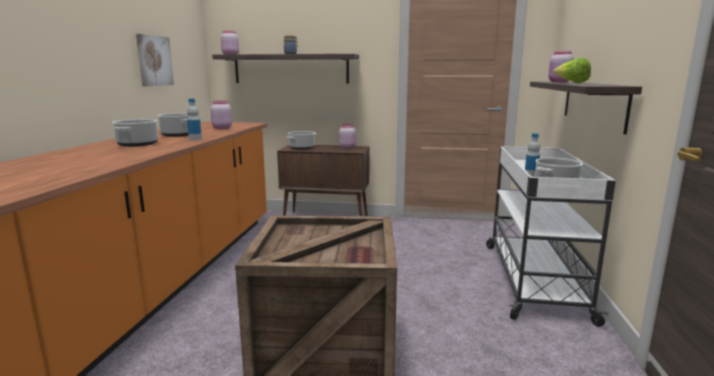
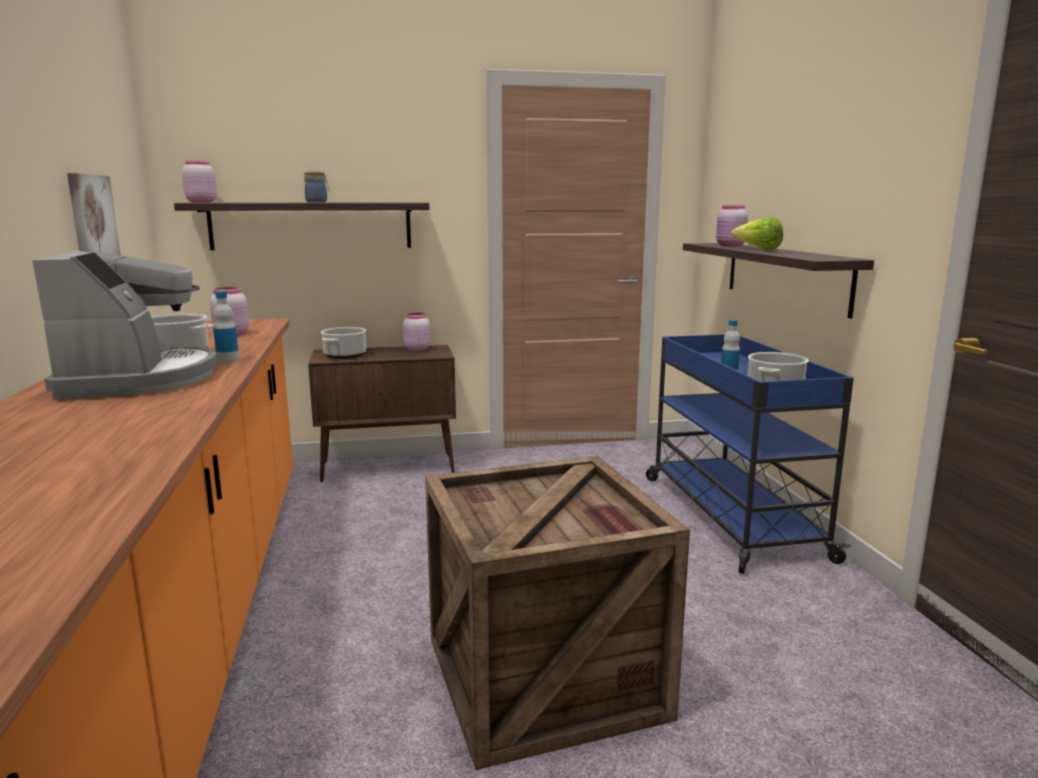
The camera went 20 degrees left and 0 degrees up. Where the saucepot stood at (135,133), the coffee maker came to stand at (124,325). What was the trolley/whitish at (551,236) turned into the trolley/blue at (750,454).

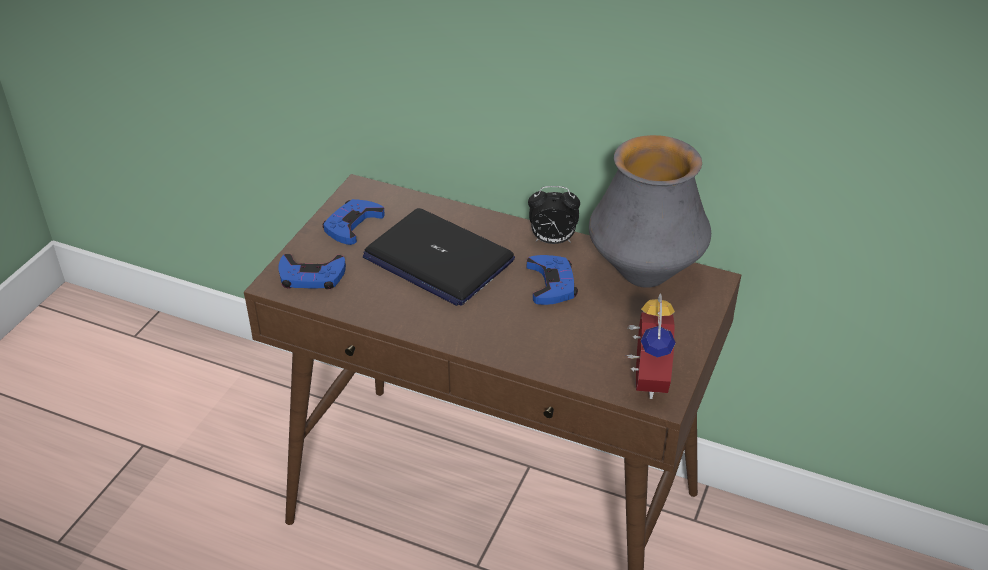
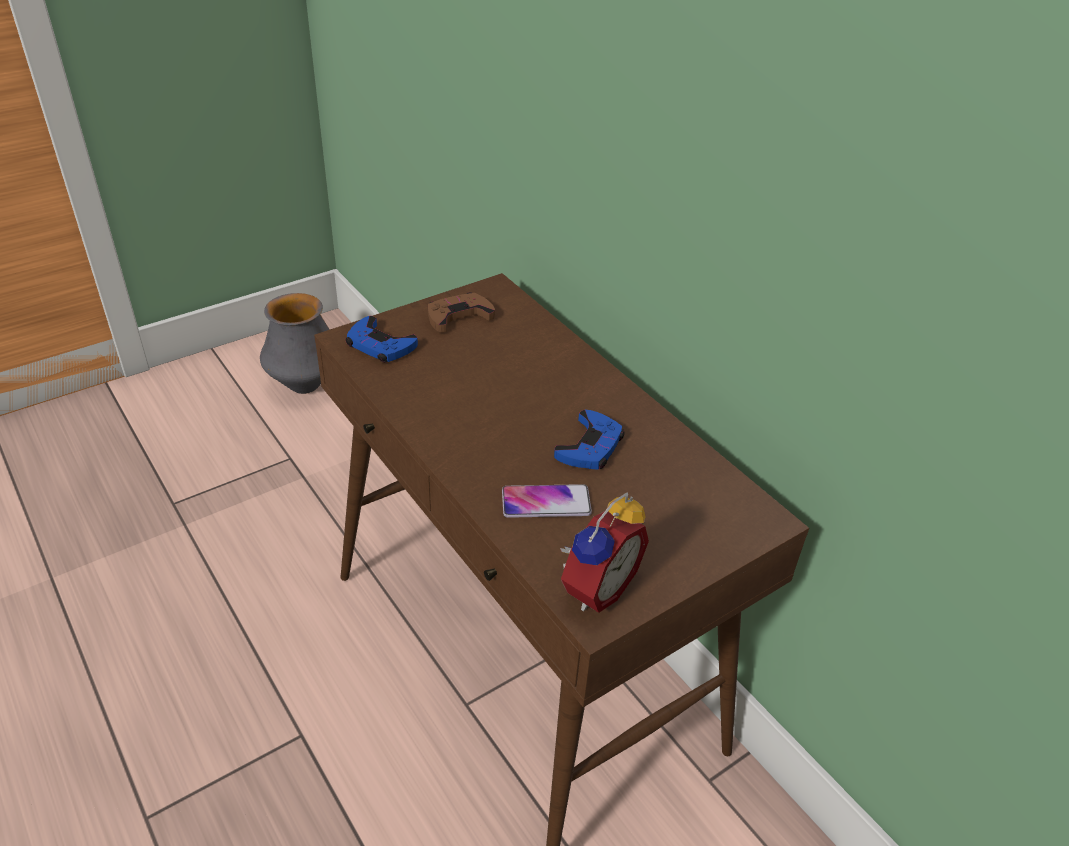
The camera went 30 degrees right and 0 degrees up. The flower vase ended up elsewhere, having gone from (650,211) to (295,343). What was the joypad/blue at (353,222) turned into the joypad/brown at (461,312). The second view gained the handset at (547,501). The second view lost the notebook computer at (439,257). The second view lost the alarm clock at (554,215).

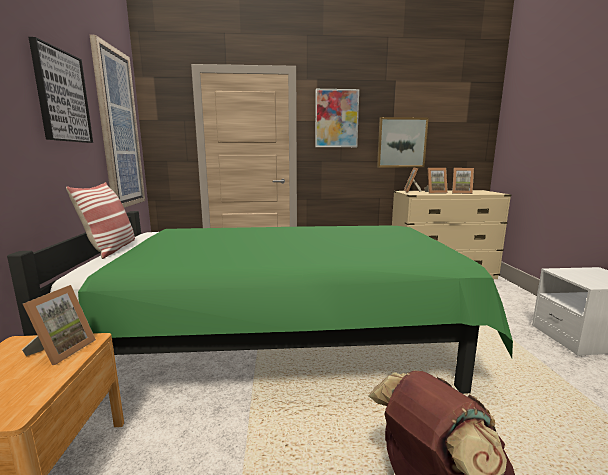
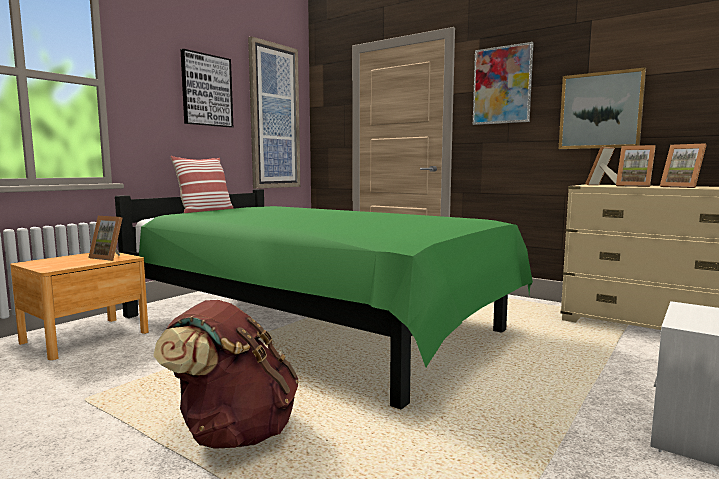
The camera went 40 degrees right and 5 degrees down. The picture frame at (59,325) ended up facing another way, 60 degrees clockwise from before.

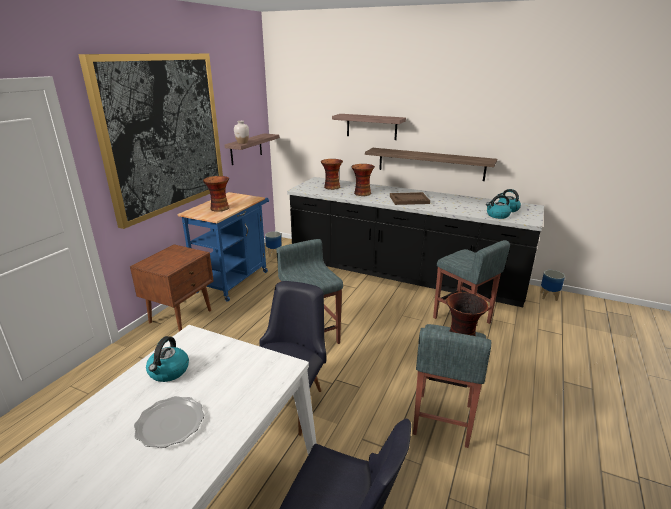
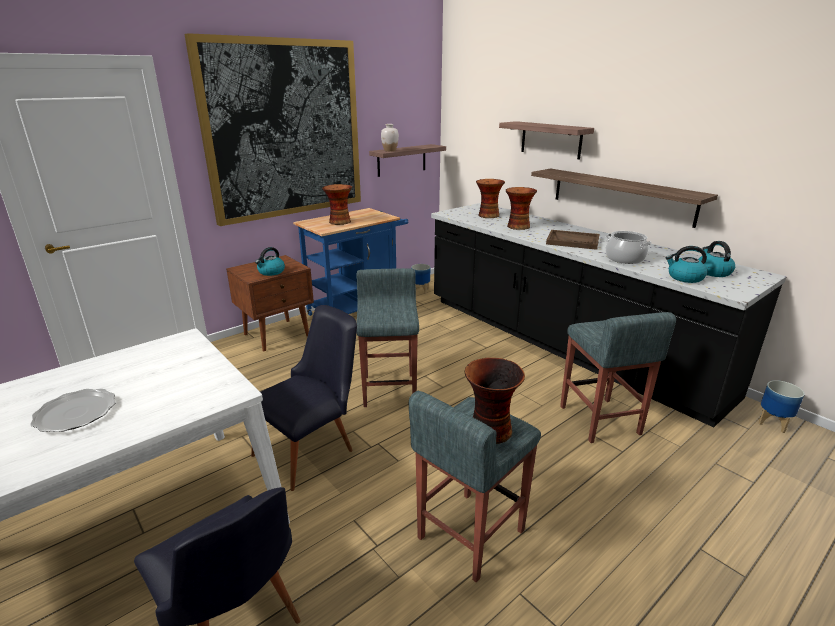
The camera went 25 degrees right and 0 degrees up. The kettle ended up elsewhere, having gone from (167,359) to (270,261). The second view gained the saucepot at (628,247).

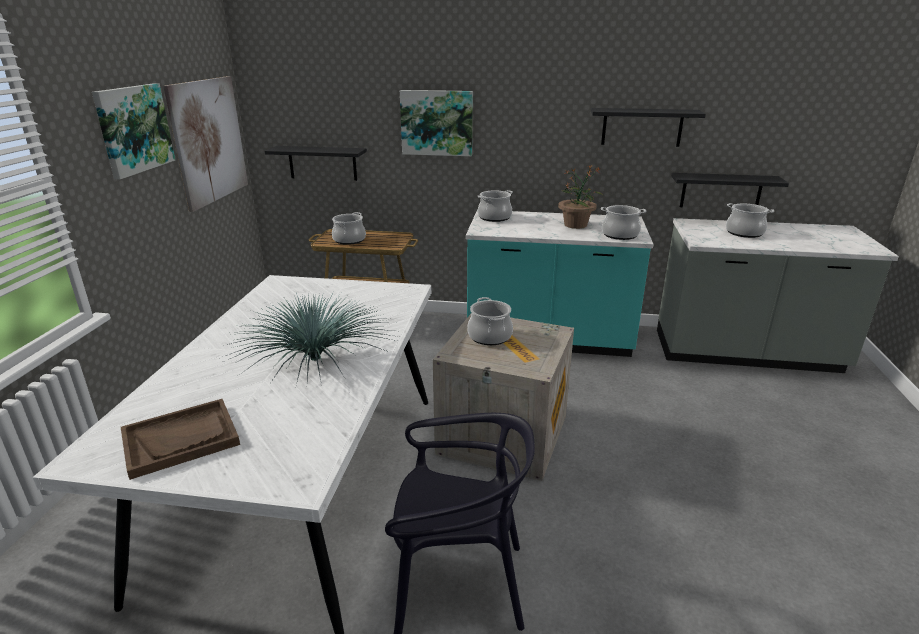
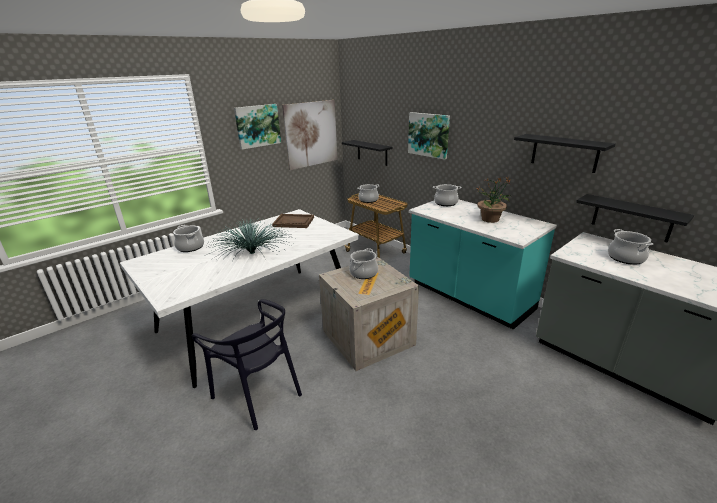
The camera went 40 degrees right and 0 degrees up. The saucepot ended up elsewhere, having gone from (623,222) to (188,238). The tray/brown ended up elsewhere, having gone from (180,439) to (293,221).

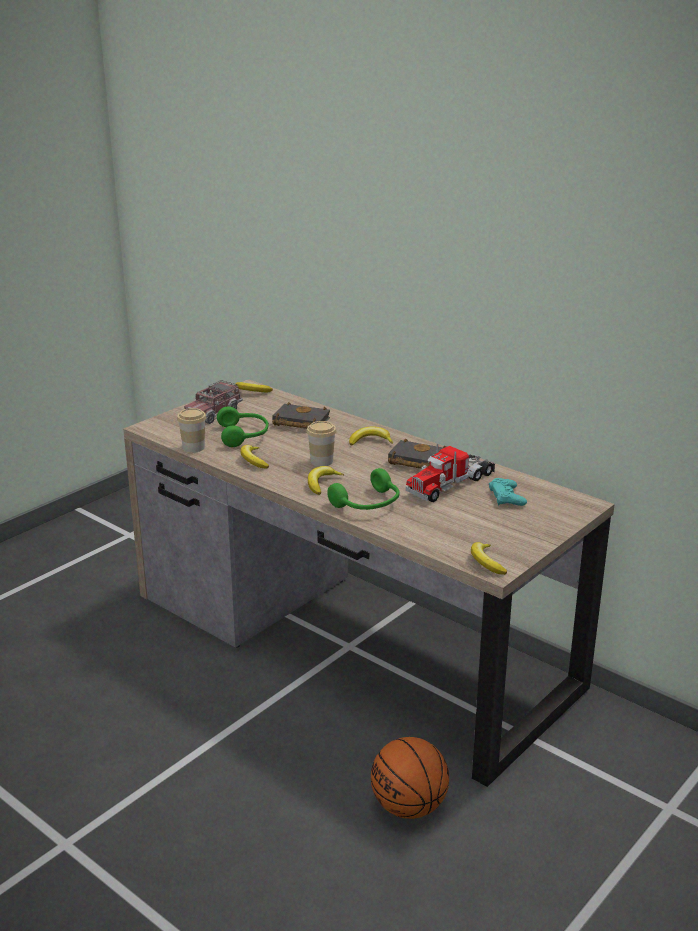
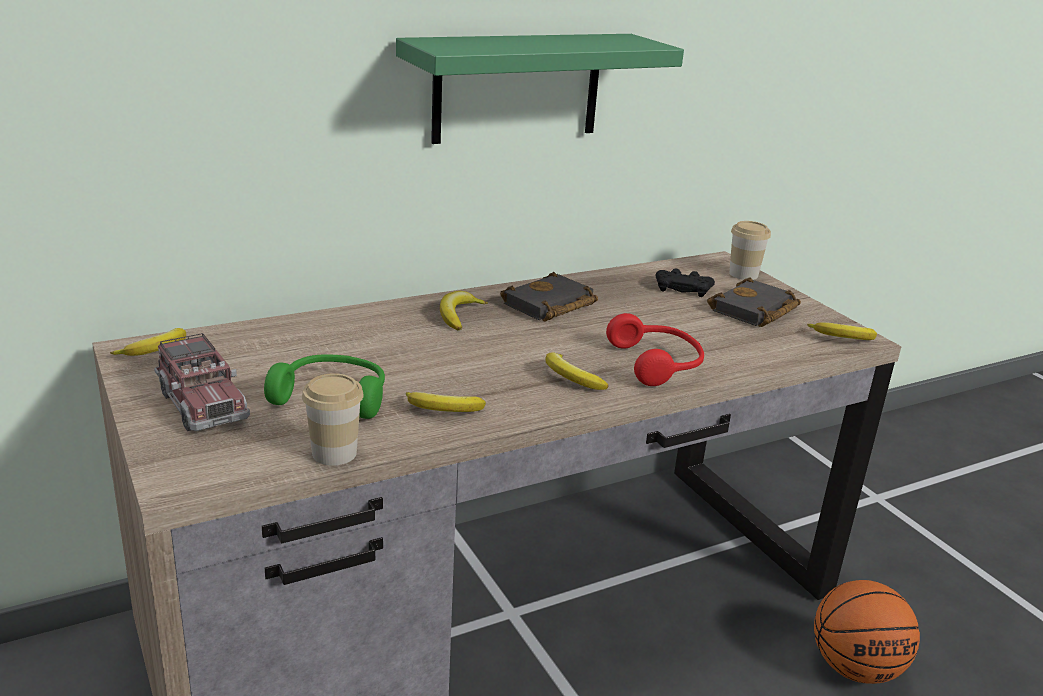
The camera went 70 degrees left and 0 degrees up. The second view gained the bracket shelf/green at (540,89). What was the pair of headphones/green at (363,489) turned into the pair of headphones/red-coloured at (655,349). What was the joypad/turquoise-coloured at (508,492) turned into the joypad/blackish at (685,283). The bound book/blackish ended up elsewhere, having gone from (301,415) to (754,302). The drinking cup ended up elsewhere, having gone from (322,444) to (750,250). The second view lost the toy truck at (450,473).

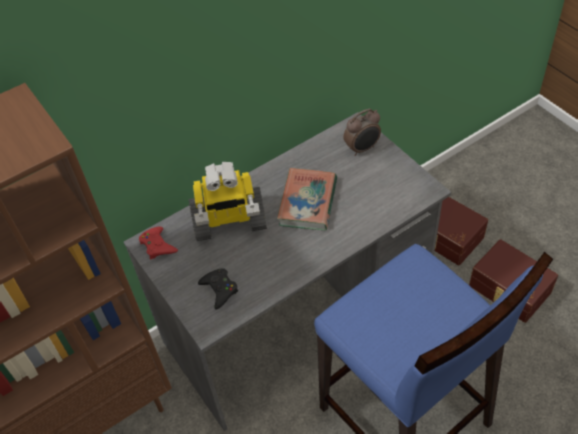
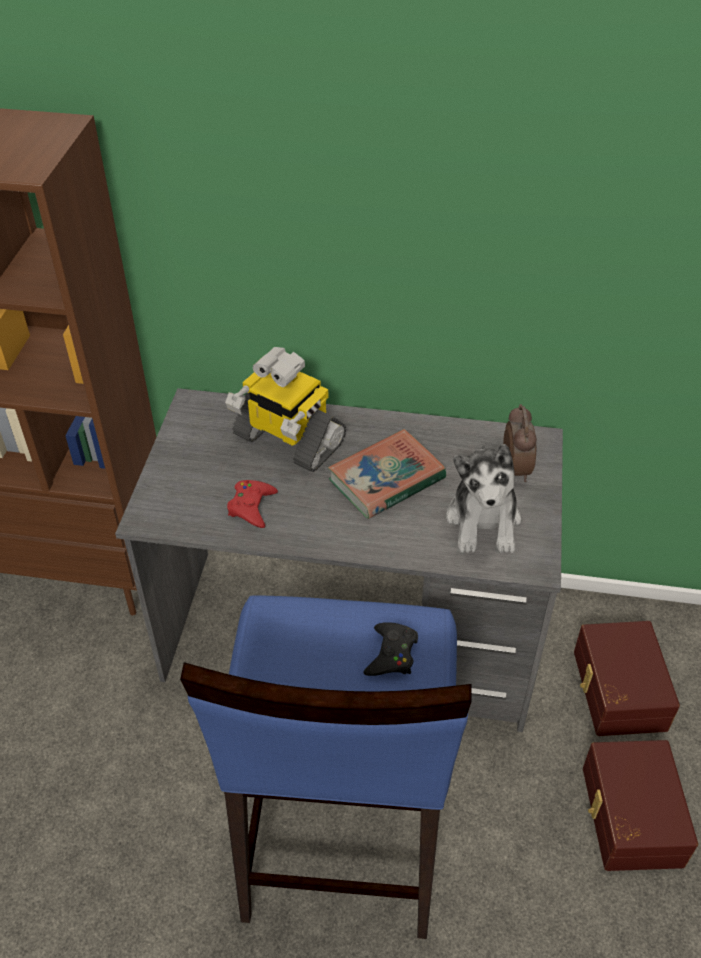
The camera went 40 degrees right and 5 degrees down. The joypad/red-coloured ended up elsewhere, having gone from (158,243) to (252,504). The joypad/blackish ended up elsewhere, having gone from (218,289) to (390,649). The second view gained the plush toy at (483,498). The alarm clock at (362,132) ended up facing another way, 105 degrees counterclockwise from before.

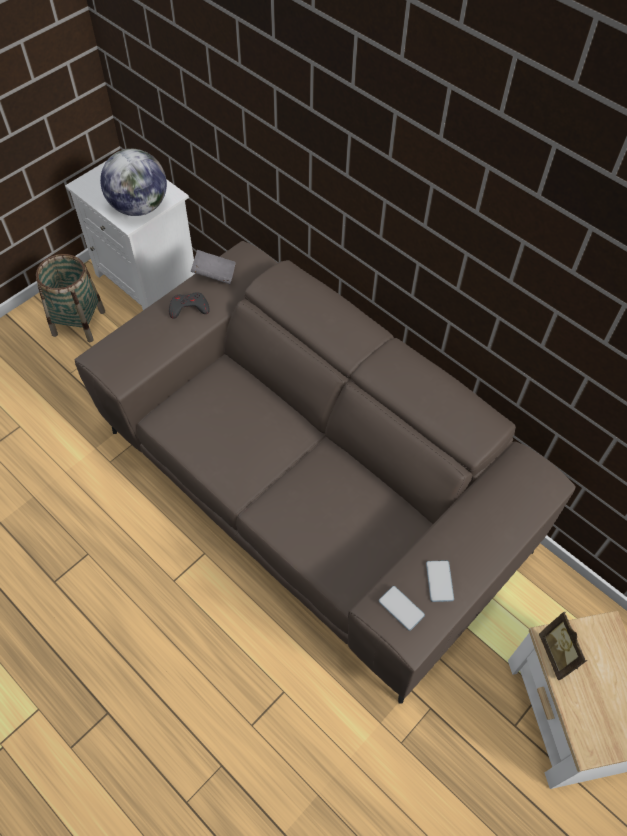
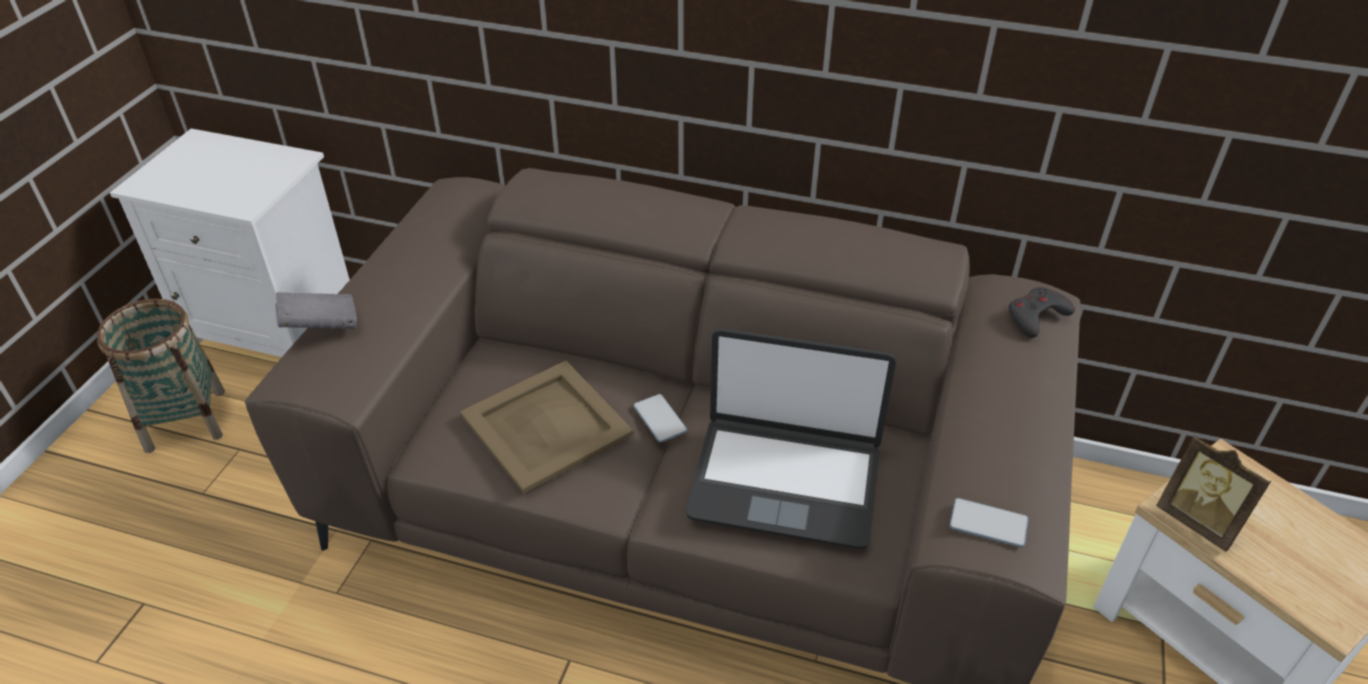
The camera went 25 degrees left and 15 degrees down. The bound book/gray ended up elsewhere, having gone from (213,267) to (316,310). The second view gained the tray/beige at (547,427). The handset ended up elsewhere, having gone from (440,581) to (660,418). The second view gained the notebook computer at (791,438). The joypad/gray ended up elsewhere, having gone from (189,305) to (1042,312). The second view lost the globe at (133,182).

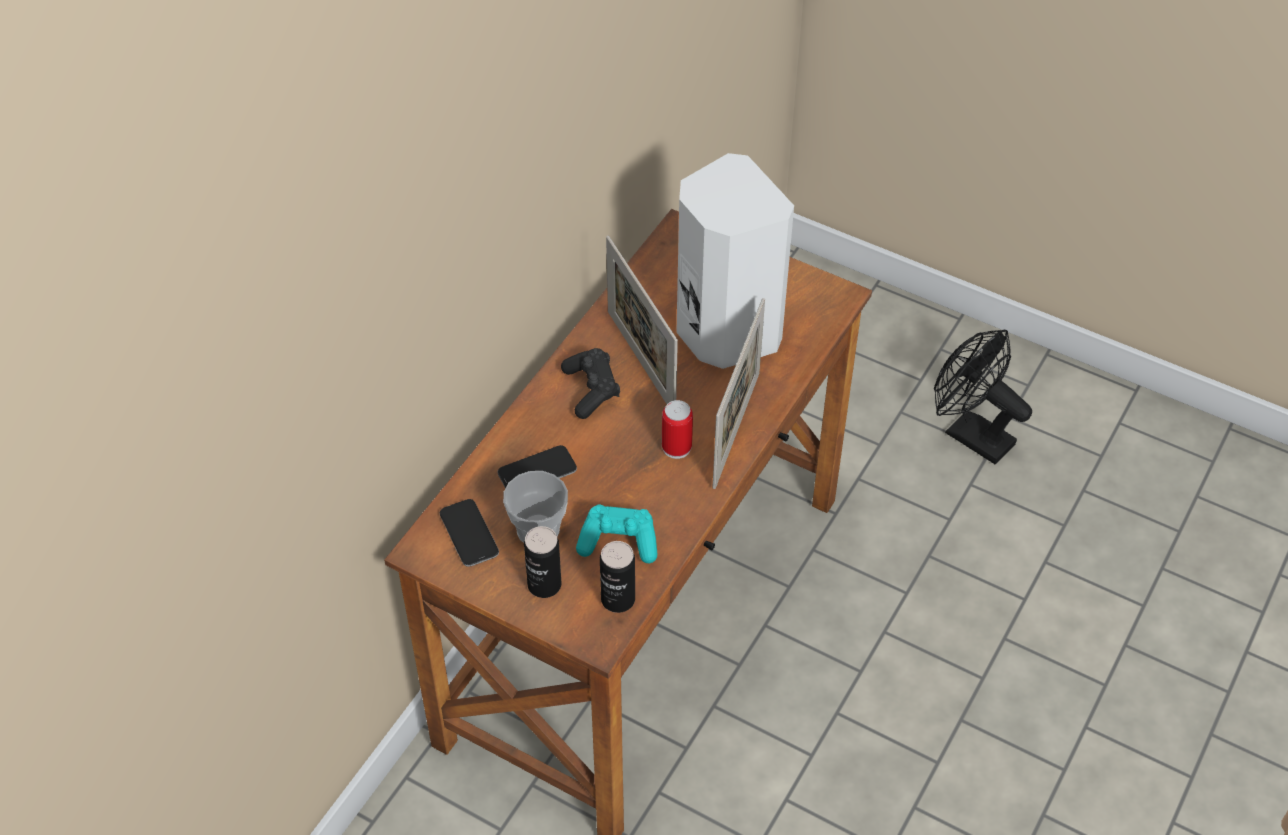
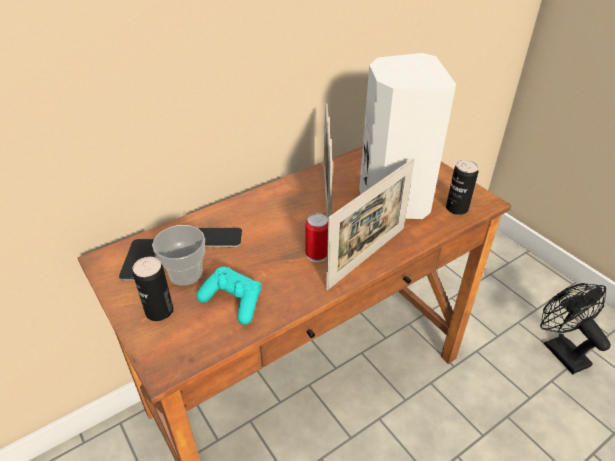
The camera went 25 degrees right and 10 degrees down. The metal can ended up elsewhere, having gone from (617,577) to (462,187). The second view lost the joypad/blackish at (590,383).

